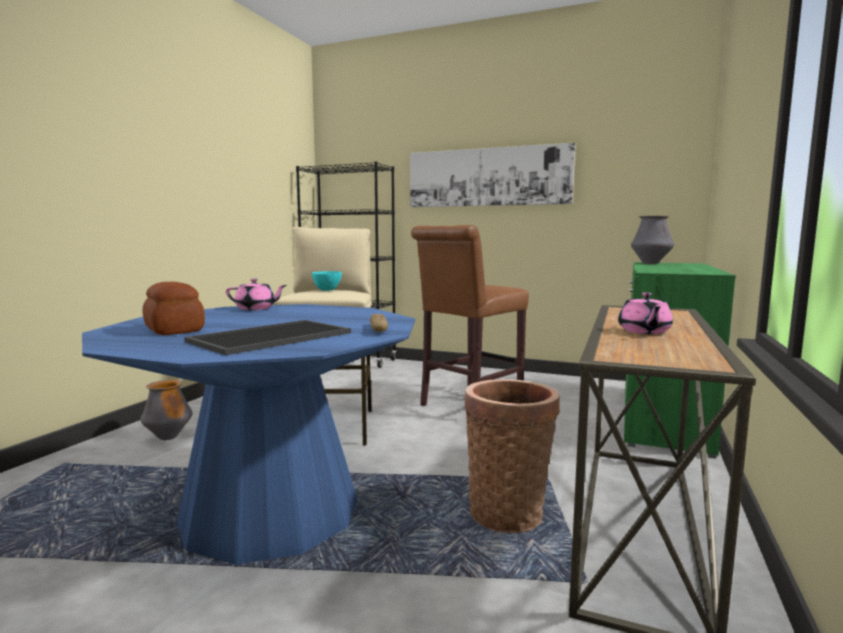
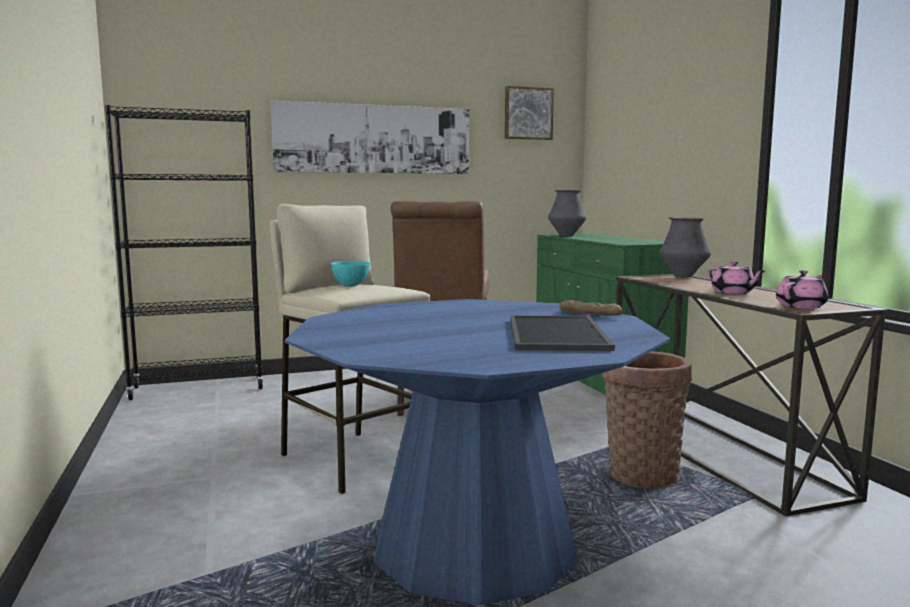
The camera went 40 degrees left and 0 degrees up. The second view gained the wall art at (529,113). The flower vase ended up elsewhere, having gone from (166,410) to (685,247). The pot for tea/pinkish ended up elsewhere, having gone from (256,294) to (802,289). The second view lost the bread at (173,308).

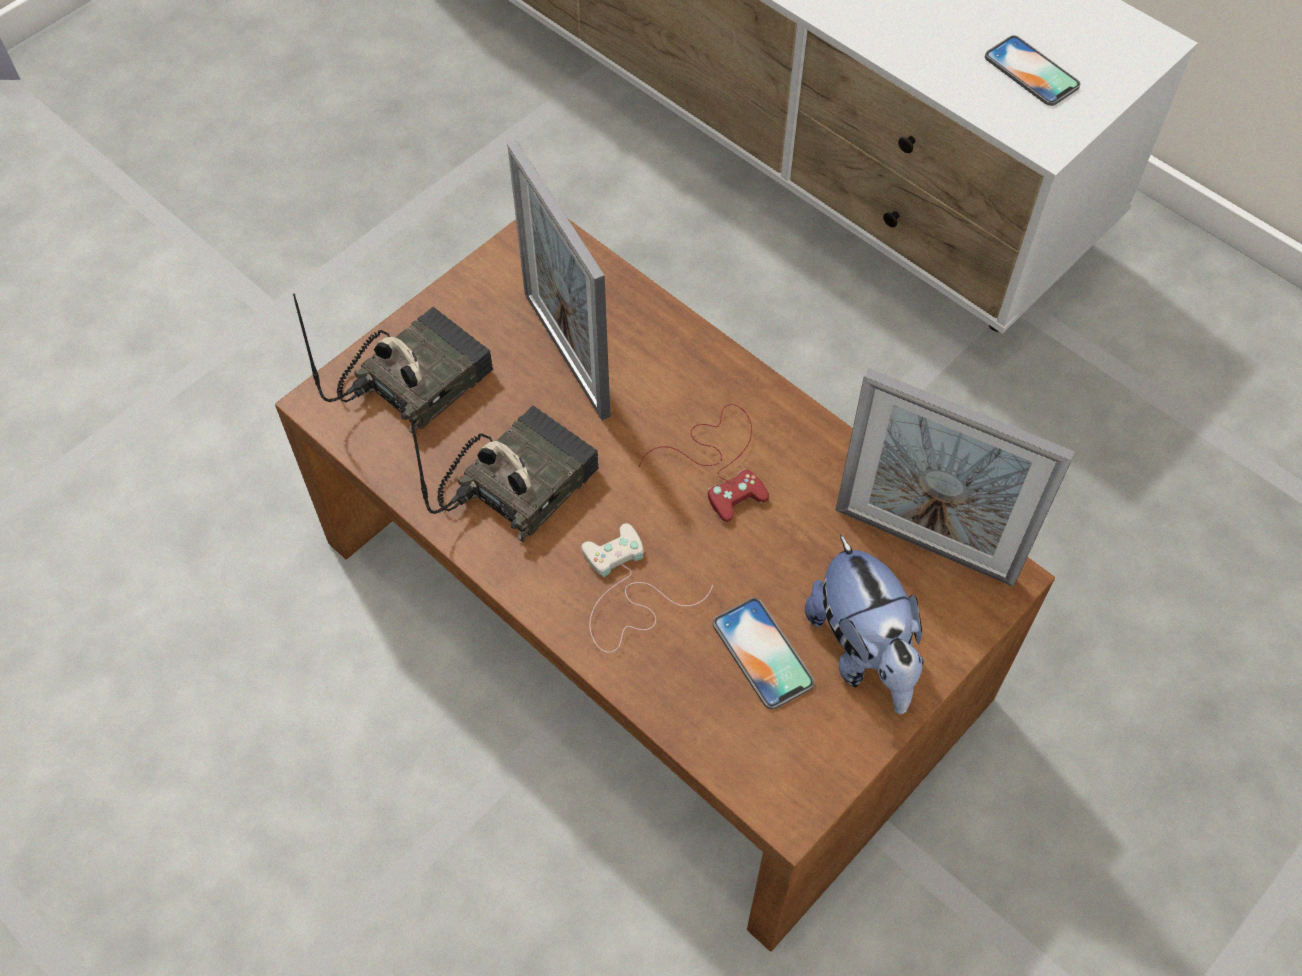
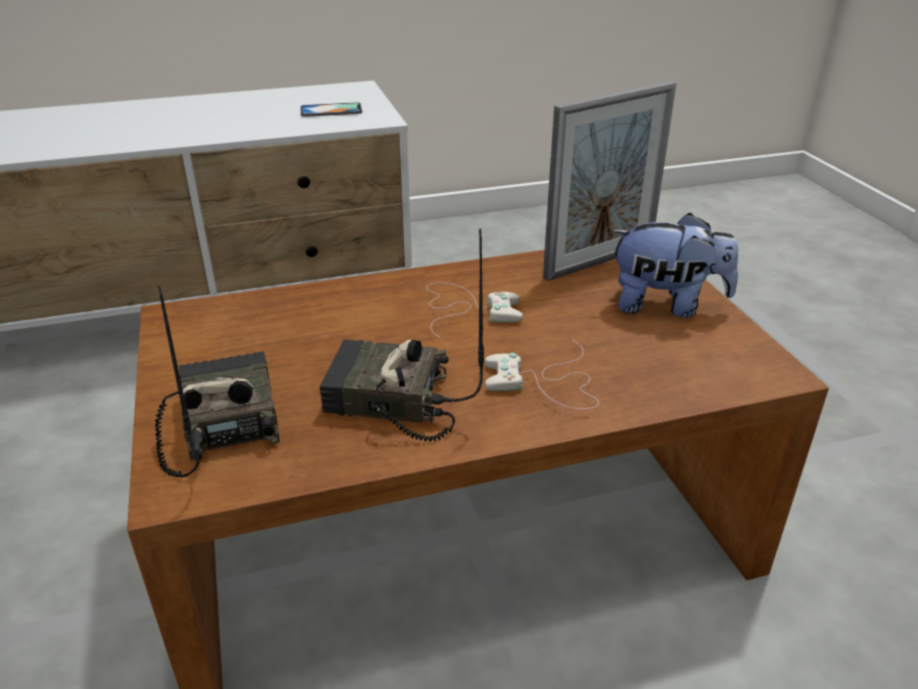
The camera went 60 degrees left and 25 degrees down. The radio receiver at (504,474) ended up facing another way, 60 degrees counterclockwise from before. What was the joypad/red-coloured at (704,463) turned into the joypad/whitish at (474,310). The second view lost the picture frame at (558,280). The second view lost the handset at (763,654).

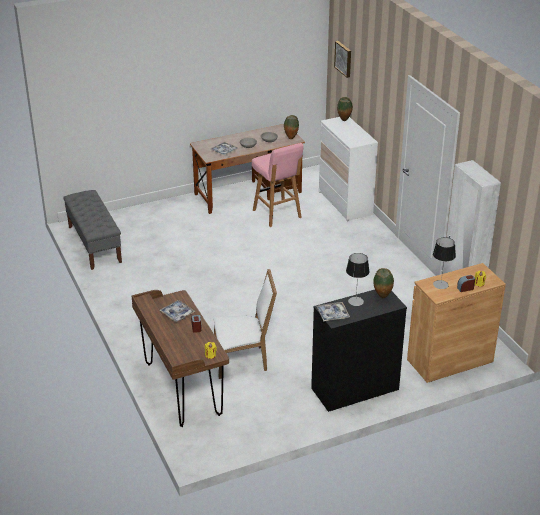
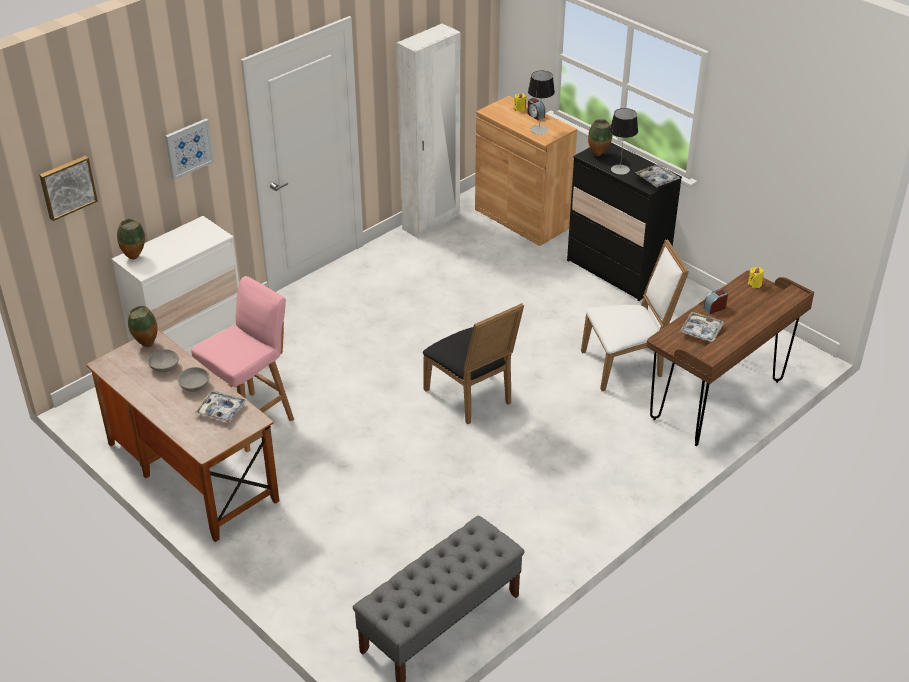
The camera went 110 degrees left and 5 degrees up. The second view gained the wall art at (189,149). The second view gained the chair/blackish at (473,363). The chair/whitish at (245,324) ended up facing another way, 105 degrees clockwise from before.

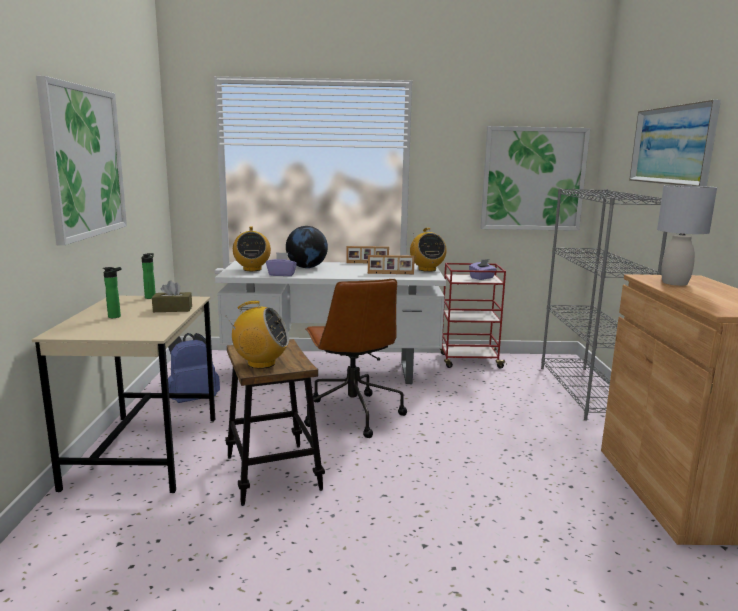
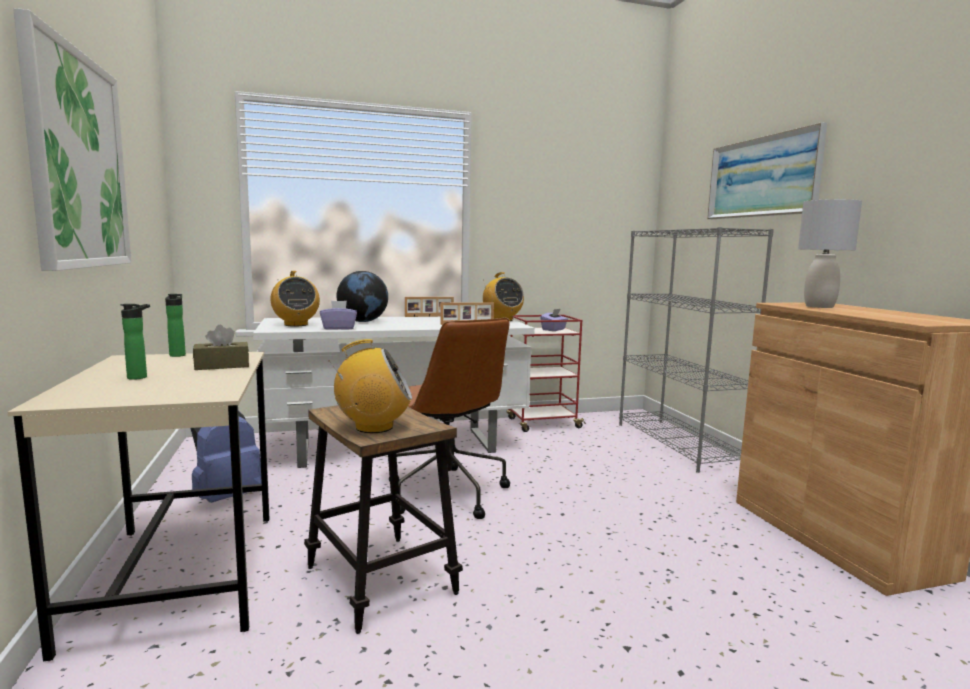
The camera went 15 degrees left and 5 degrees down. The second view lost the wall art at (535,178).

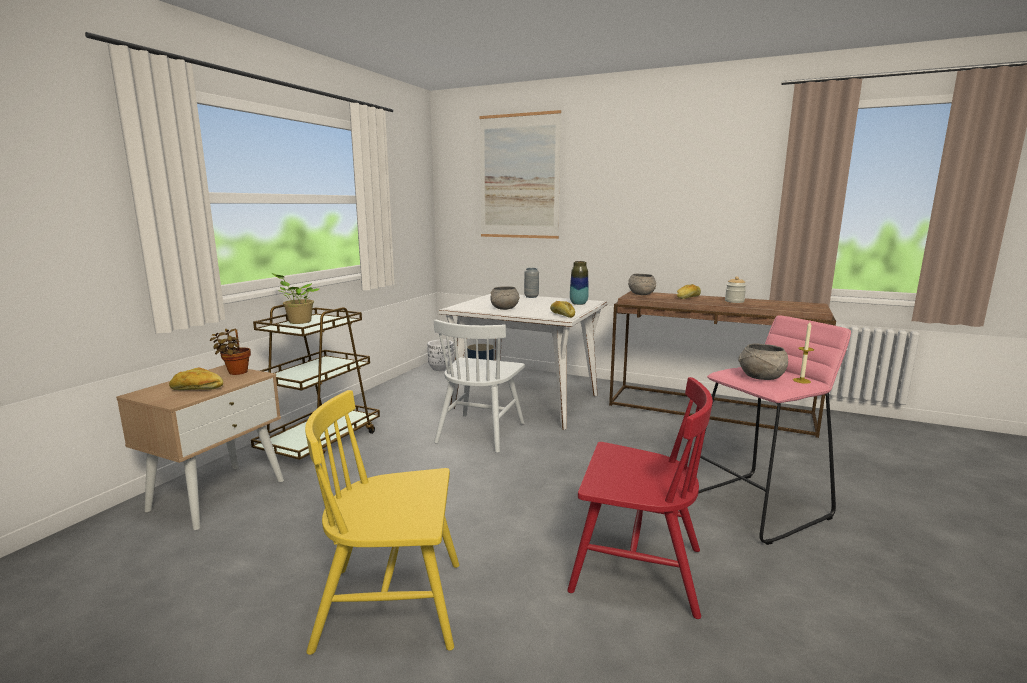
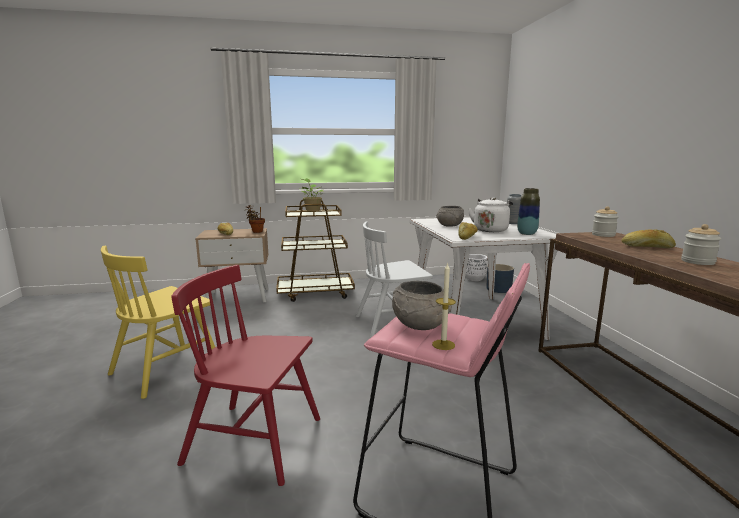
The camera went 55 degrees right and 0 degrees up. The chair/yellowish at (382,522) ended up facing another way, 105 degrees counterclockwise from before. The chair/red-coloured at (640,498) ended up facing another way, 120 degrees clockwise from before. The second view gained the kettle/whitish at (490,214). Where the serving bowl/gray stood at (642,284), the jar came to stand at (605,221). The second view lost the wall art at (520,174).

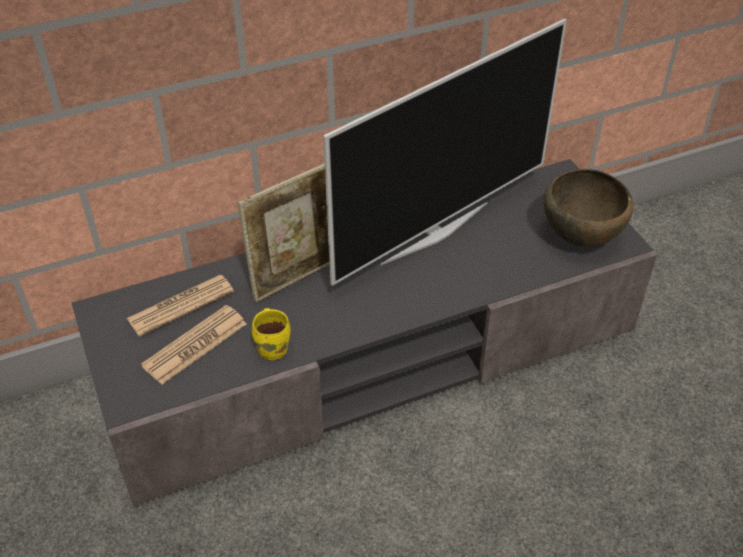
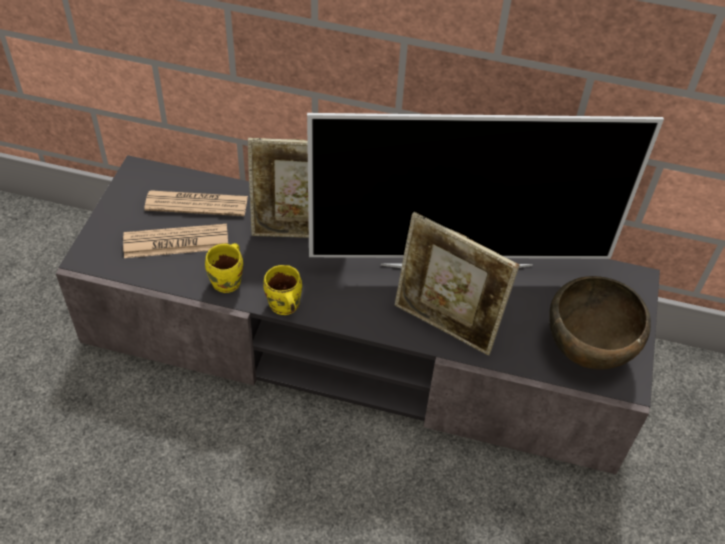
The camera went 35 degrees right and 5 degrees up. The second view gained the coffee mug/yellowish at (283,290). The second view gained the picture frame at (457,283).

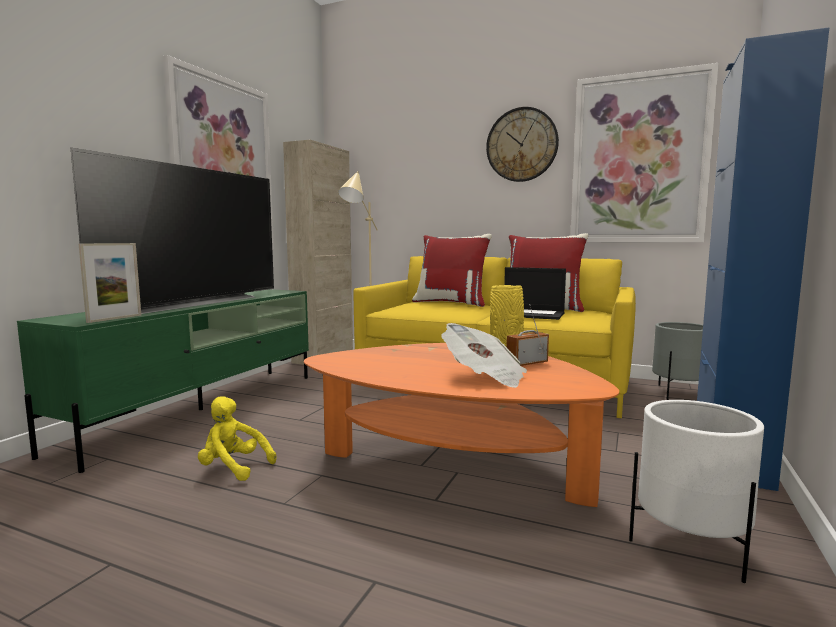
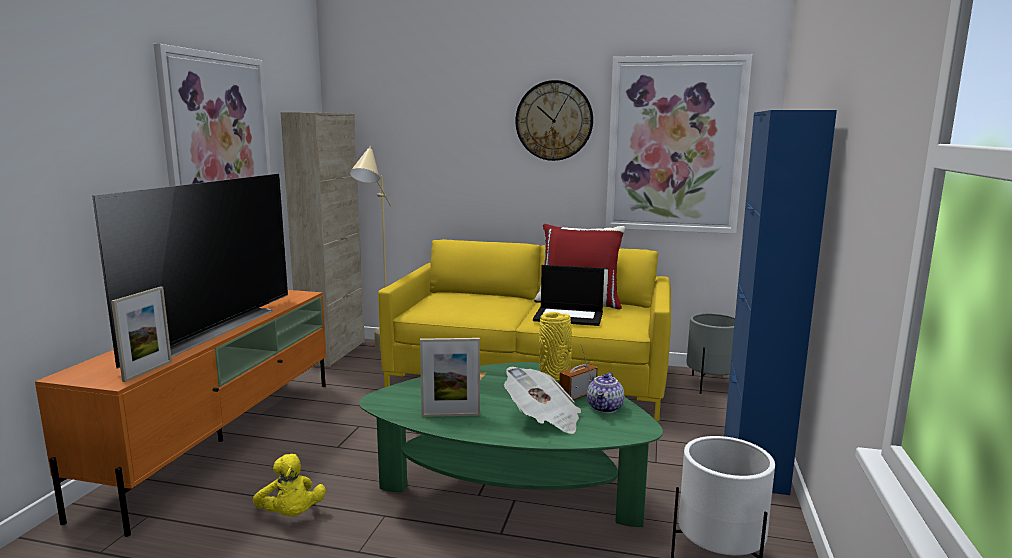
The camera went 10 degrees left and 5 degrees up. What was the tv unit/green at (163,381) turned into the tv unit/orange-coloured at (180,413). The plush toy/yellowish at (237,438) ended up facing another way, 135 degrees counterclockwise from before. What was the low table/orange-coloured at (461,425) turned into the low table/green at (511,444). The second view gained the picture frame at (450,377). The second view gained the pot for tea at (605,392). The second view lost the throw pillow/red-coloured at (452,270).

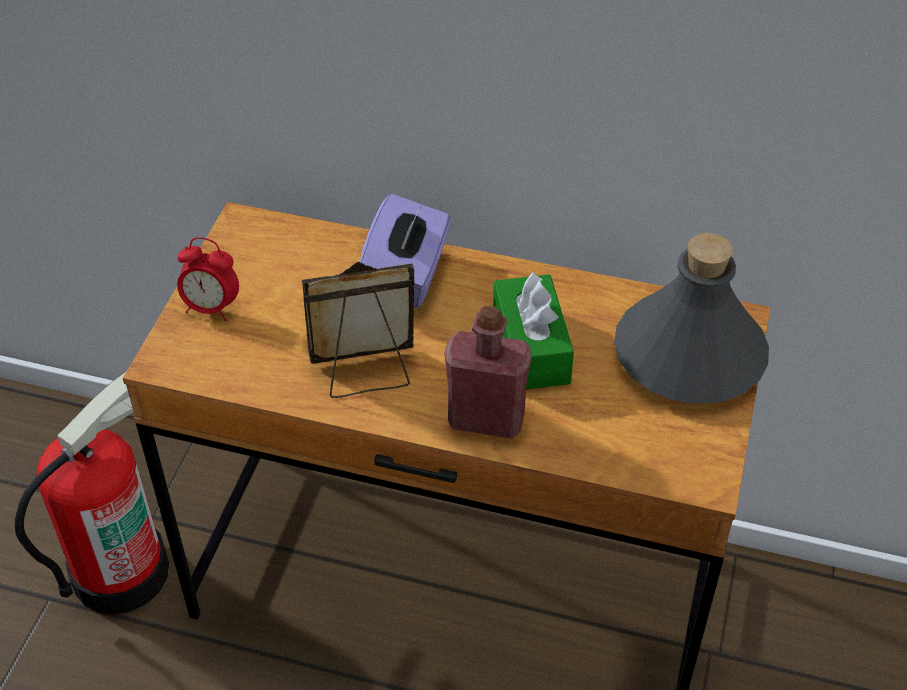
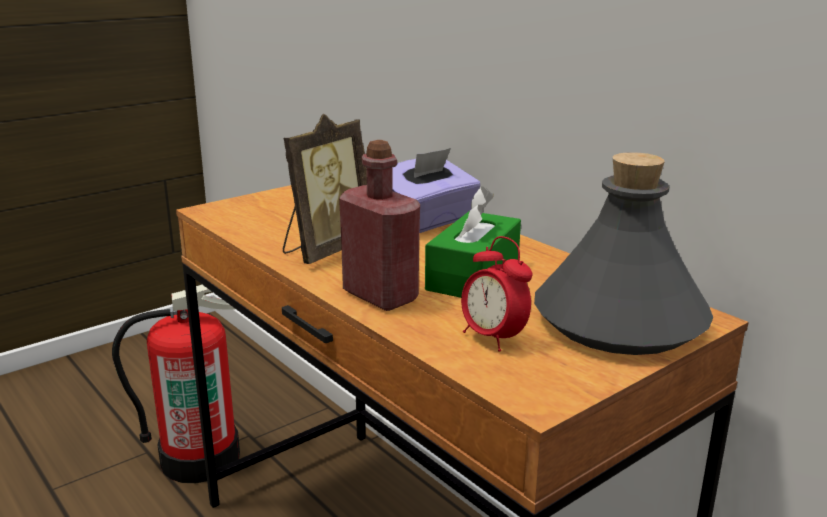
The camera went 35 degrees right and 25 degrees down. The picture frame at (358,330) ended up facing another way, 105 degrees clockwise from before. The alarm clock ended up elsewhere, having gone from (208,279) to (496,294).

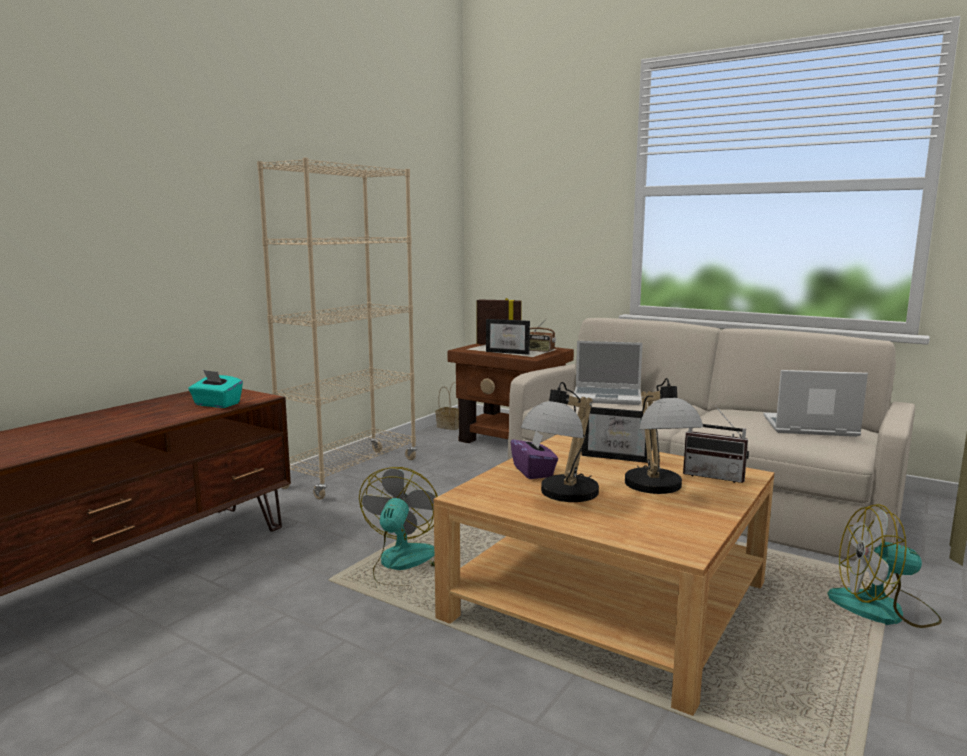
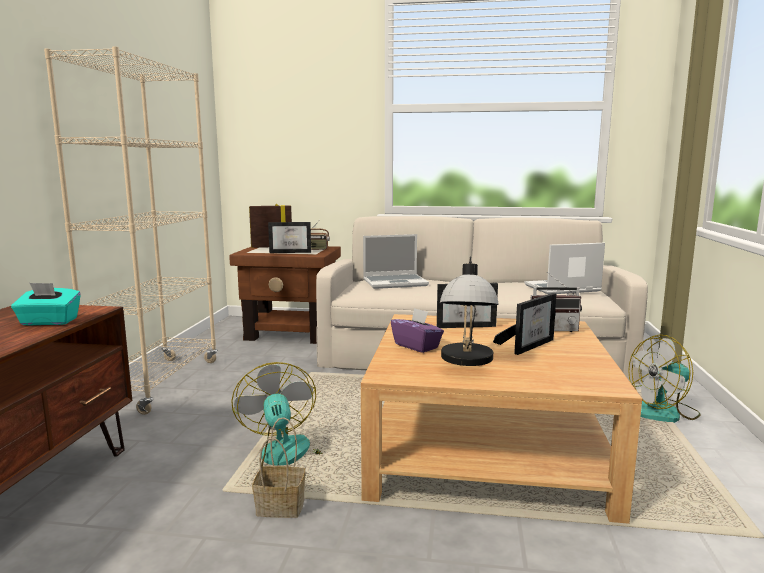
The camera went 25 degrees left and 0 degrees up. The household basket ended up elsewhere, having gone from (447,406) to (278,467). Where the tabletop lamp stood at (664,436), the picture frame came to stand at (524,324).

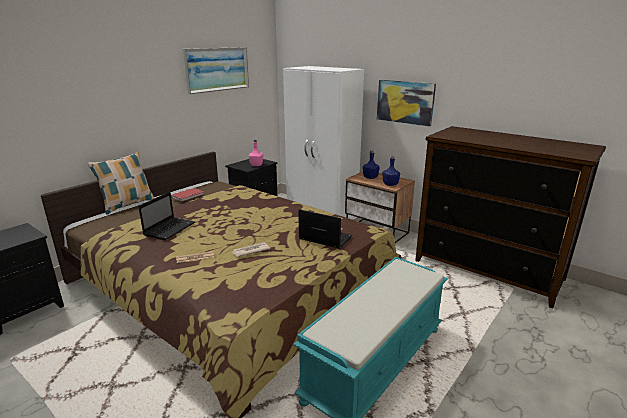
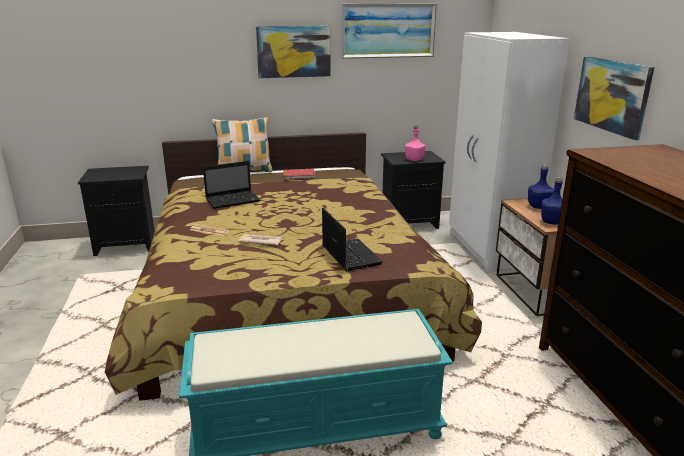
The camera went 40 degrees right and 0 degrees up. The second view gained the wall art at (293,52).

